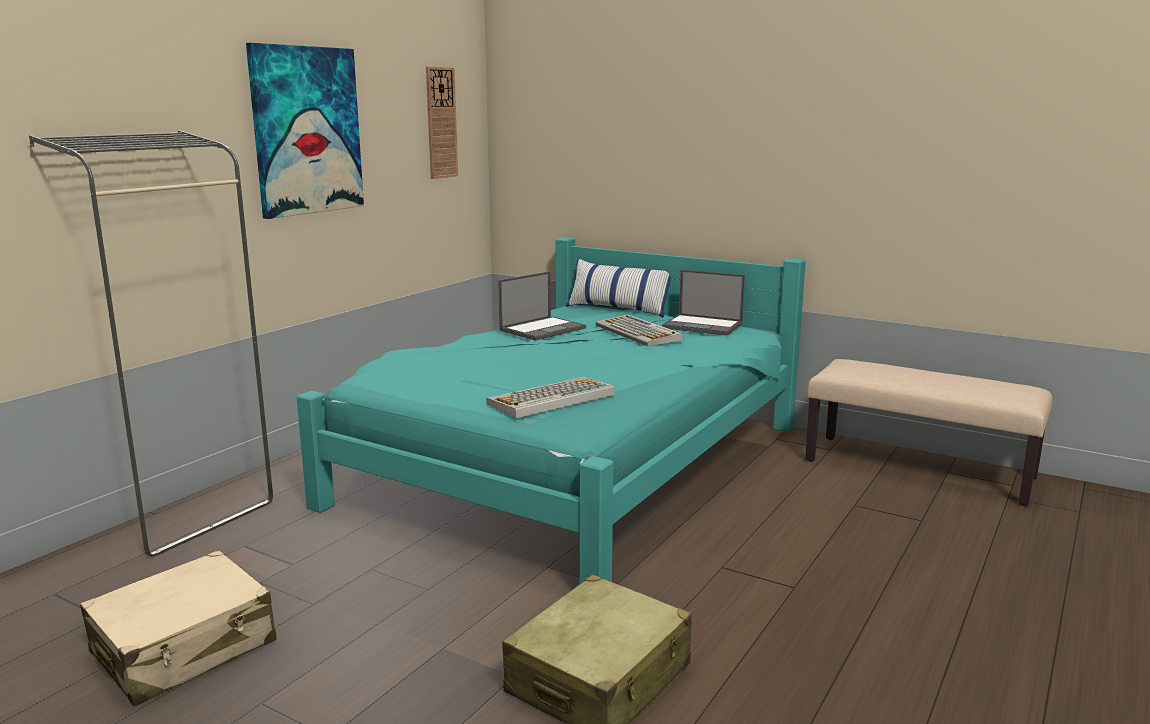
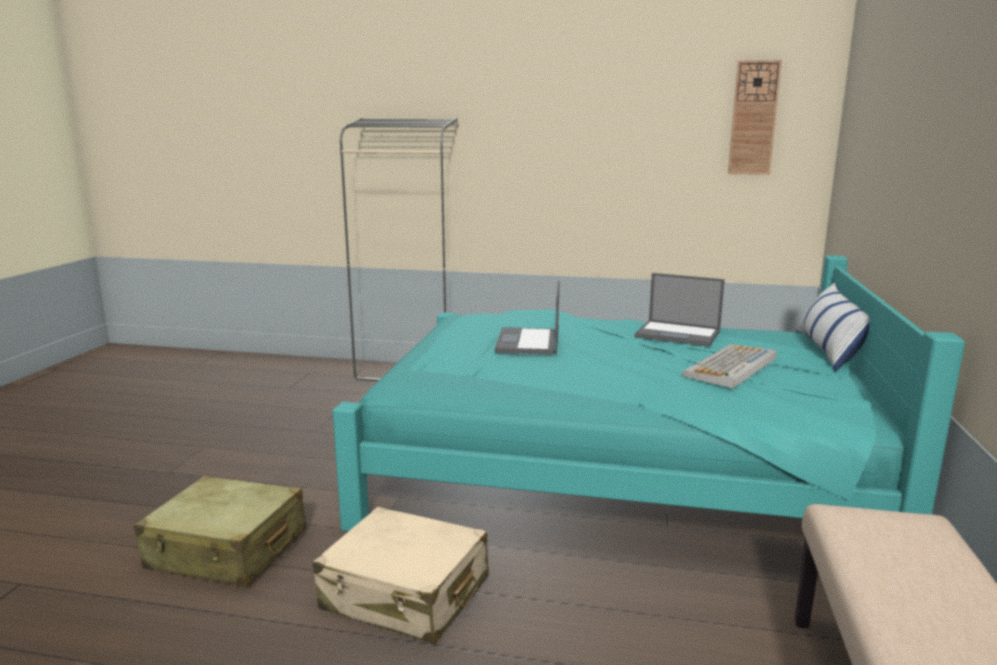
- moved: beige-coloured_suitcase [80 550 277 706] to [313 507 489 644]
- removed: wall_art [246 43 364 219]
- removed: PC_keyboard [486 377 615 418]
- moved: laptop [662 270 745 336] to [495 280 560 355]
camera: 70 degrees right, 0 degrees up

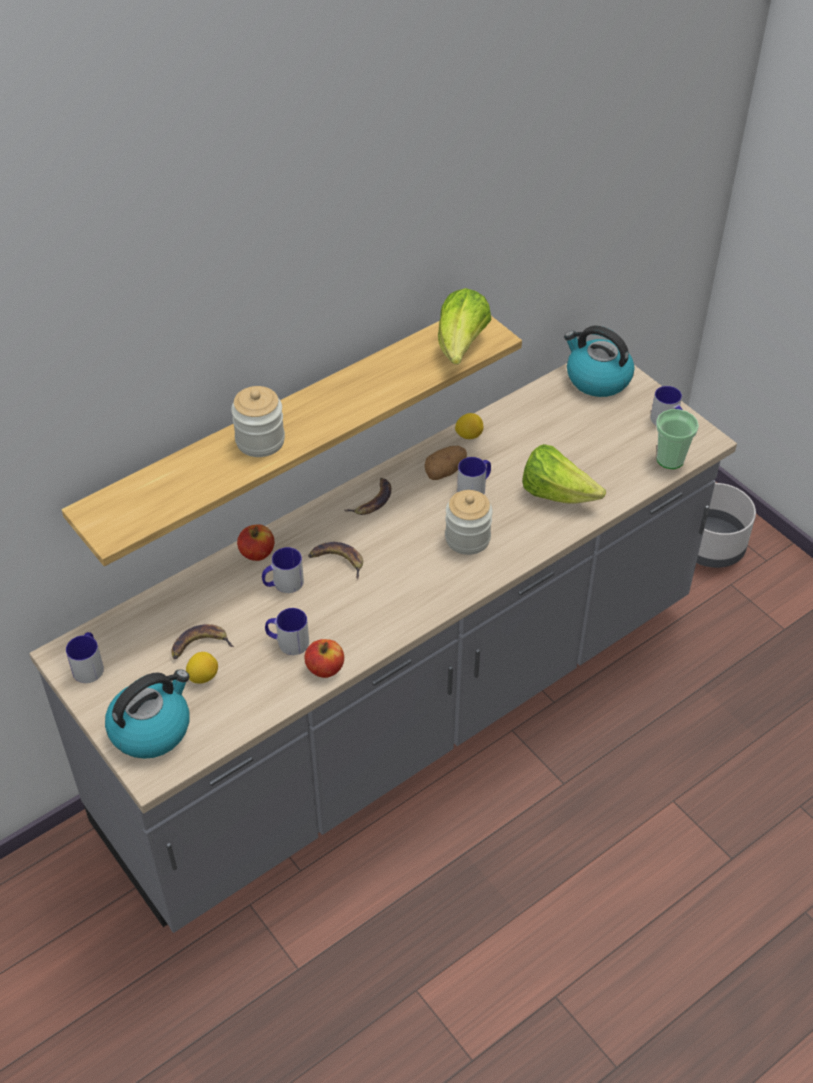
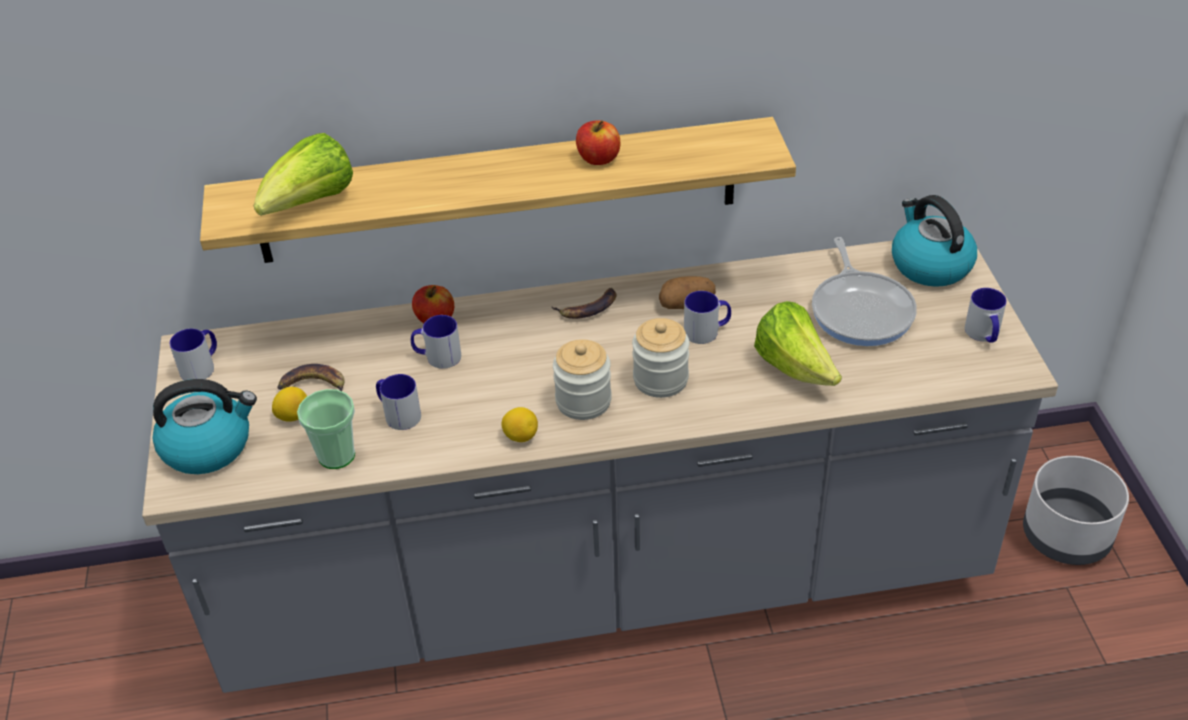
- moved: preserve_jar [231 386 285 457] to [553 339 612 420]
- moved: apple_fruit [305 639 344 678] to [576 120 621 165]
- removed: banana [308 542 363 579]
- moved: lettuce_head [438 288 491 364] to [254 133 353 216]
- moved: citrus_fruit [455 413 483 439] to [502 407 538 442]
- moved: drinking_cup [656 409 699 469] to [297 389 355 469]
- added: pan [812 237 917 346]
camera: 30 degrees right, 5 degrees down

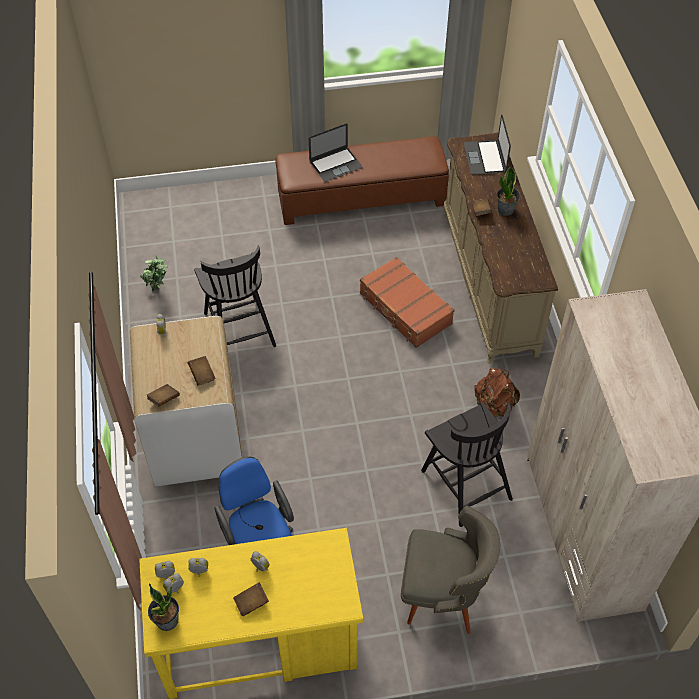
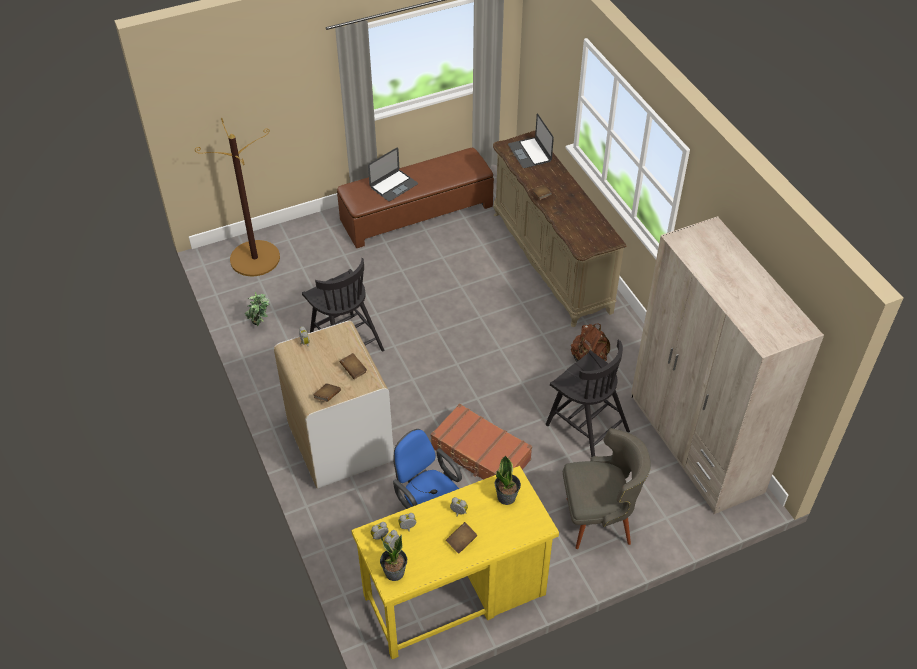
- moved: brown_suitcase [360 257 454 348] to [431 403 532 480]
- moved: potted_plant [497 166 520 216] to [495 456 521 505]
- added: brown_garment_stand [195 118 280 276]
camera: 15 degrees left, 5 degrees down

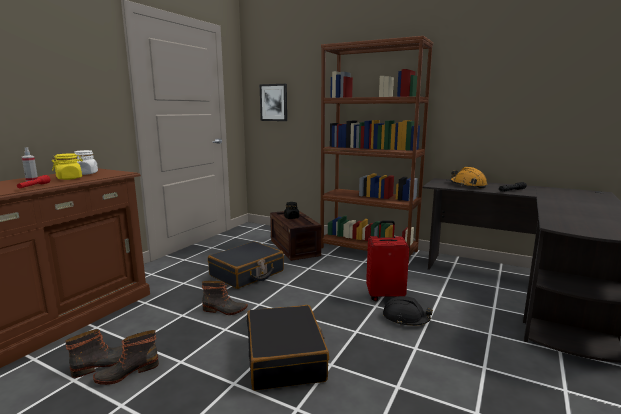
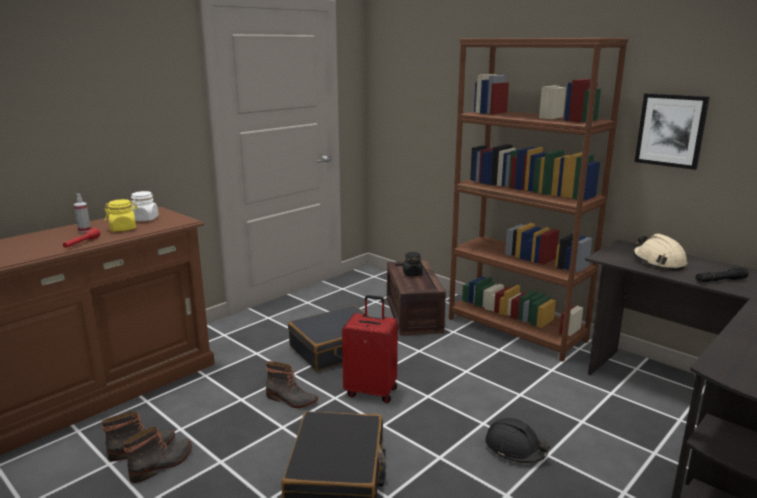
- turned: high-top_boot [93 330 159 385] = [123 427 192 483] 150 degrees clockwise
- moved: wall_art [260 84 287 121] to [635 93 710 170]
- moved: red-coloured_suitcase [366 221 409 301] to [342 295 398 403]
- recoloured: orangey_safety_helmet [450 167 488 189] to beige-coloured_safety_helmet [633 234 687 271]
camera: 15 degrees right, 5 degrees up

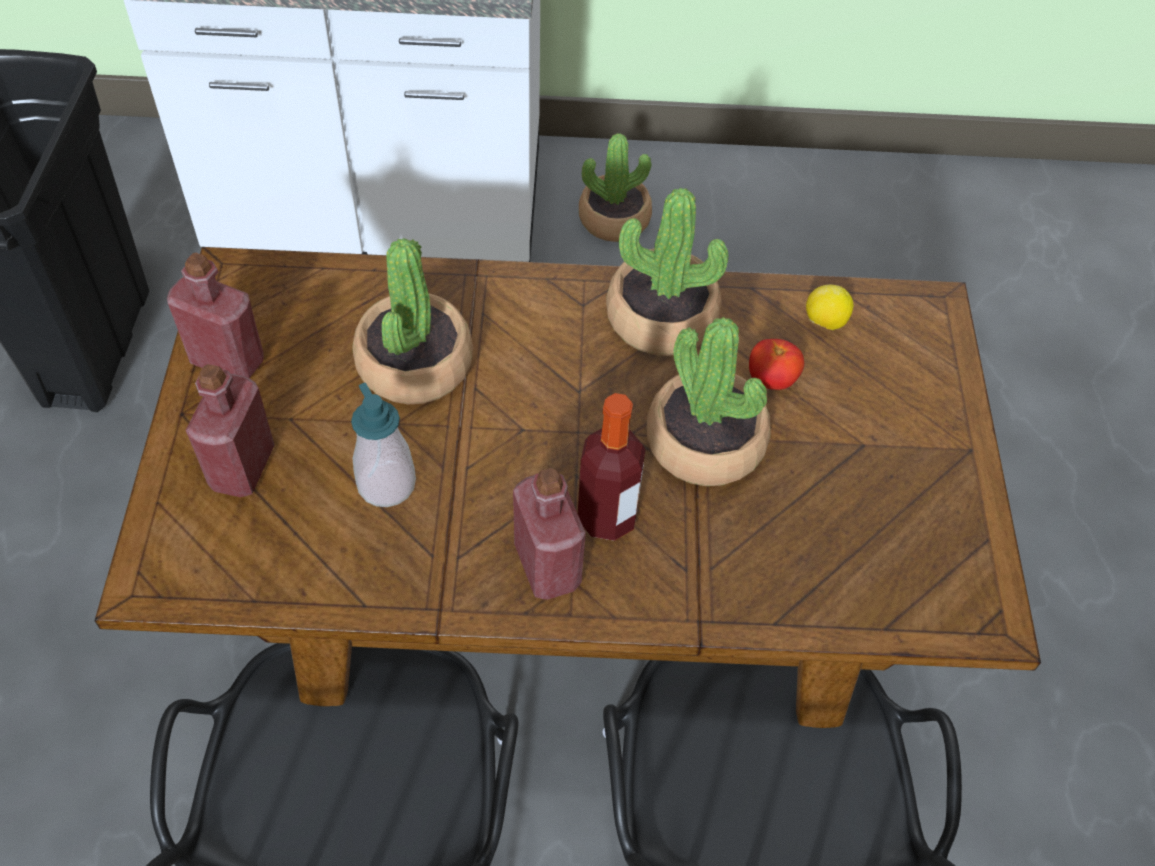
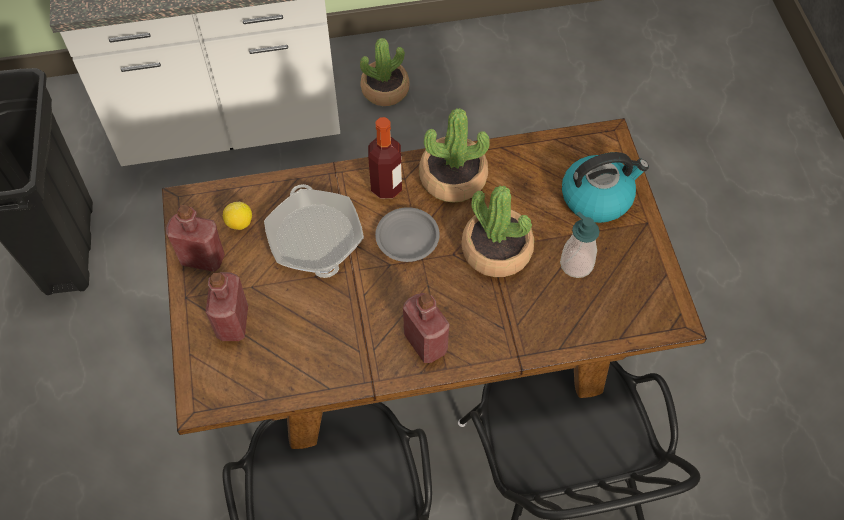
- moved: liquid_soap_bottle [351 383 416 507] to [560 212 600 278]
- replaced: potted_plant [352 238 473 404] to pan [264 184 364 278]
- moved: bottle [578 393 645 541] to [368 117 402 199]
- removed: fresh_tomato [749 339 804 390]
- moved: citrus_fruit [806 285 853 330] to [223 202 252 230]
- added: greyish_dinner_plate [375 207 440 262]
- added: tea_kettle [562 152 649 223]
camera: 10 degrees left, 5 degrees up

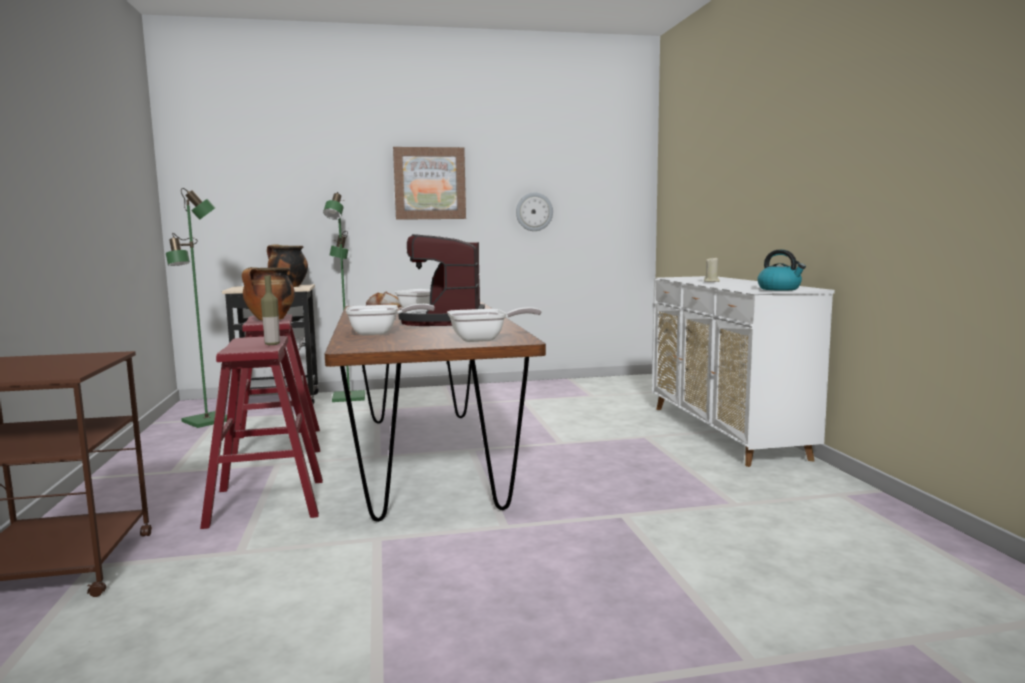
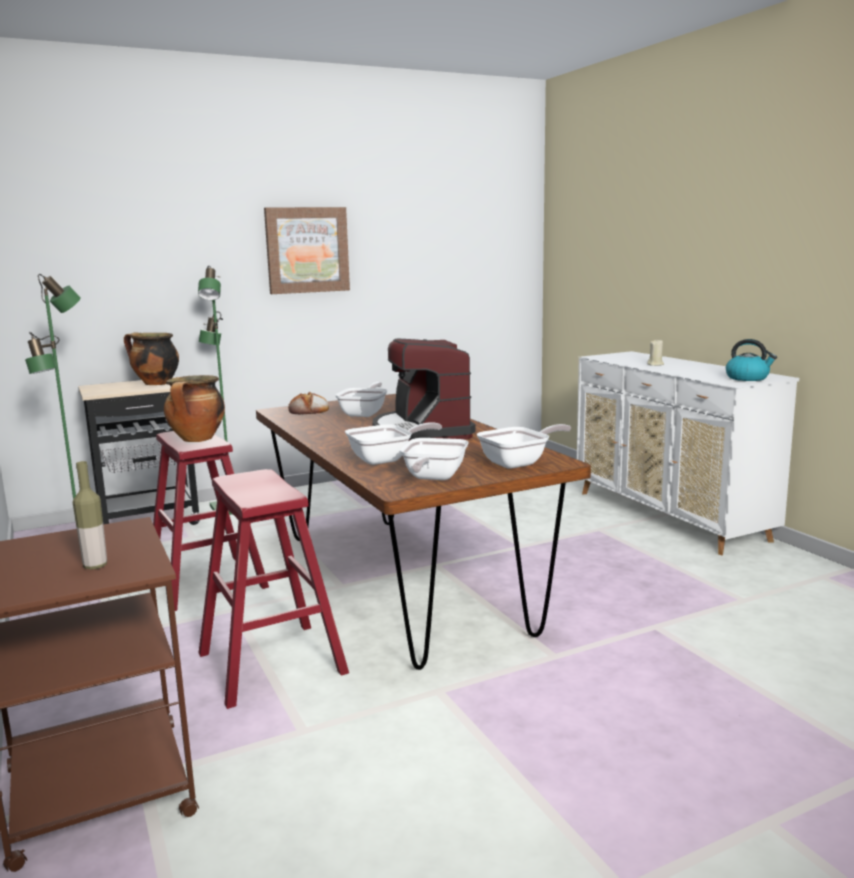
- moved: bottle [261 276 280 345] to [73 461 107 569]
- removed: clock_on_the_wall [516 193 553 231]
- added: pan [400 438 469 480]
camera: 15 degrees left, 5 degrees up

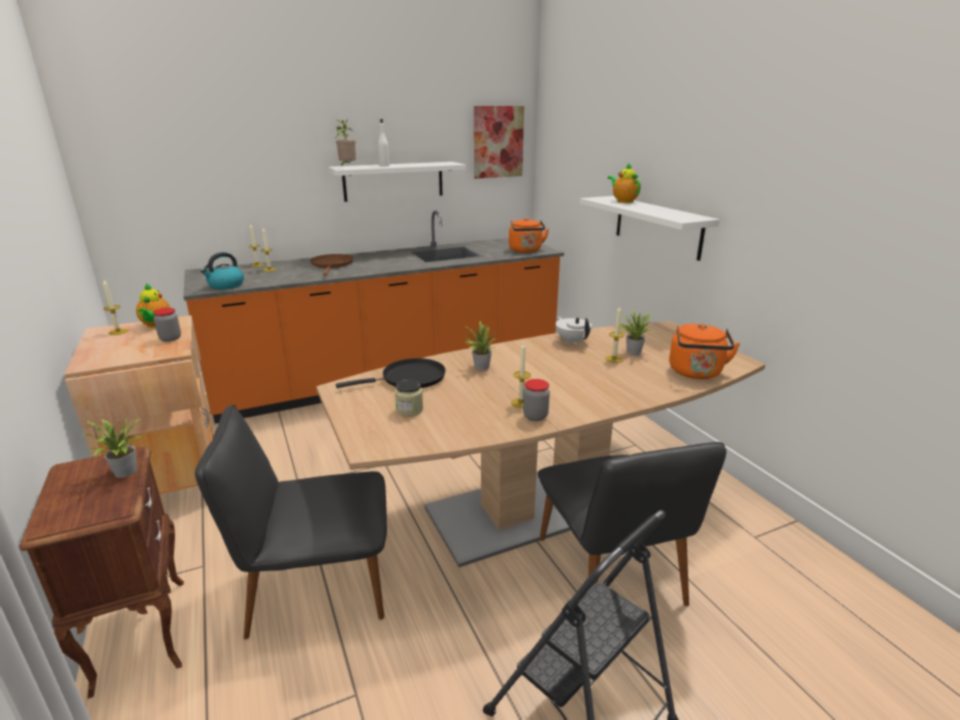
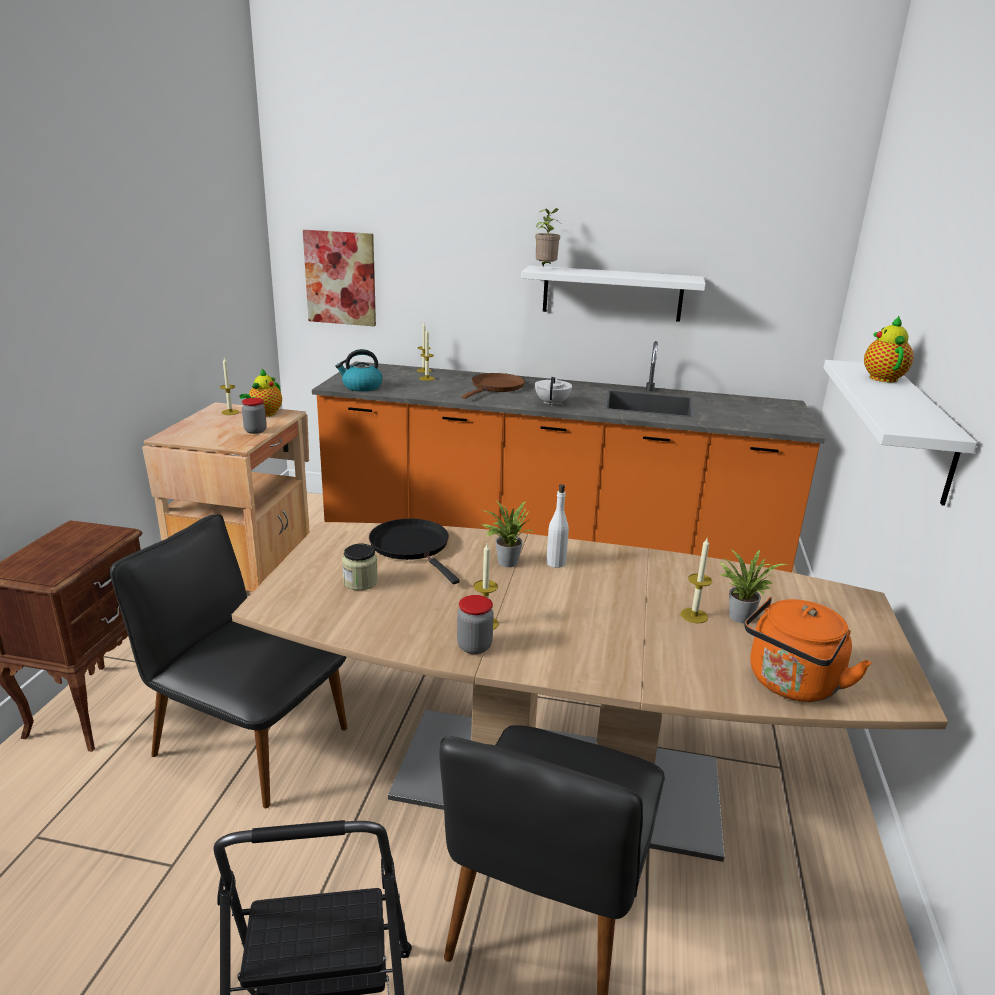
- removed: potted_plant [77 417 143 478]
- turned: blackish_pan [336 358 446 388] = [369 518 460 584] 135 degrees counterclockwise
- moved: white-coloured_bottle [378 119 389 166] to [546 484 569 568]
- moved: wall_art [474 106 524 179] to [303 230 376 326]
- removed: orangey_tea_kettle [509 218 549 253]
- moved: white-coloured_pot_for_tea [556 316 592 345] to [535 377 572 406]
camera: 35 degrees right, 0 degrees up

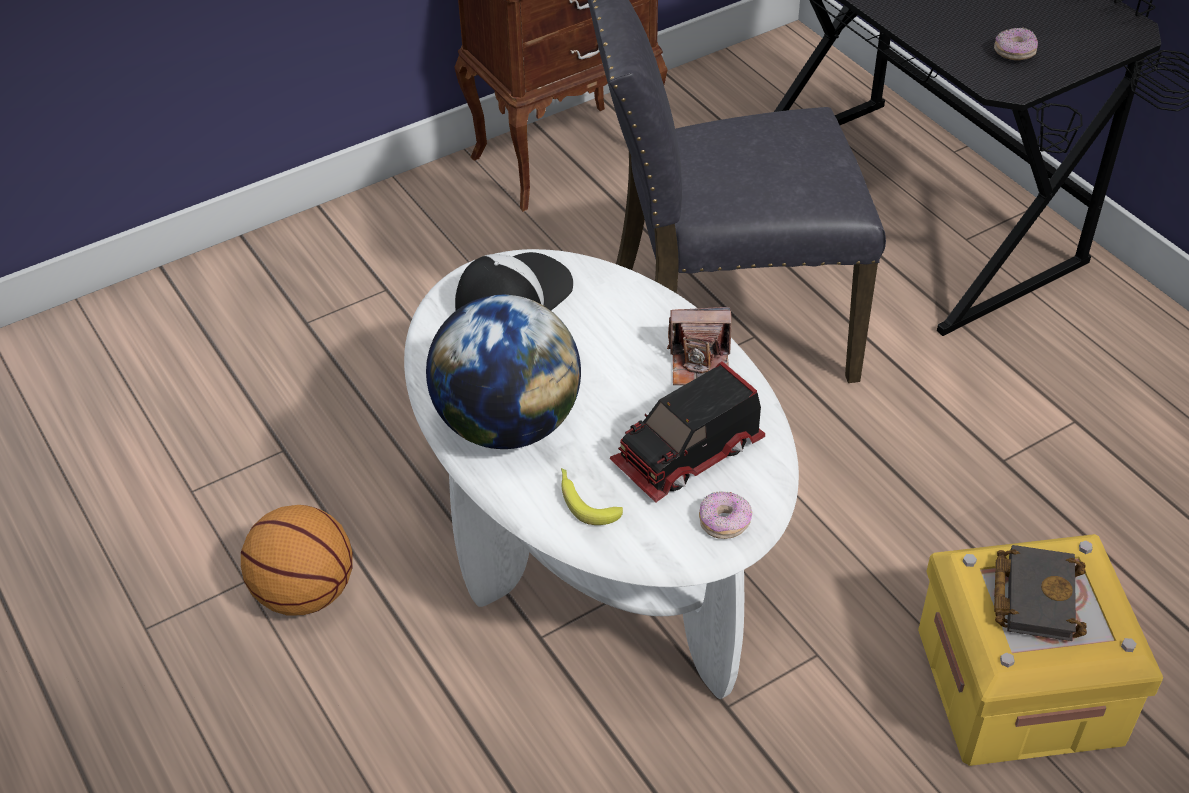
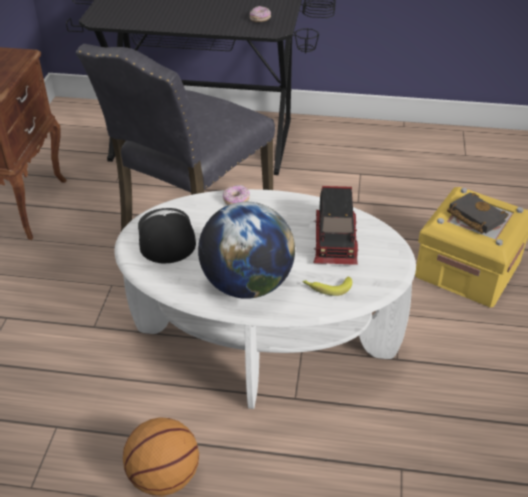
- removed: photo_camera [667 307 731 385]
- moved: ring_doughnut [699 491 752 539] to [223 185 250 205]
camera: 50 degrees left, 5 degrees down

